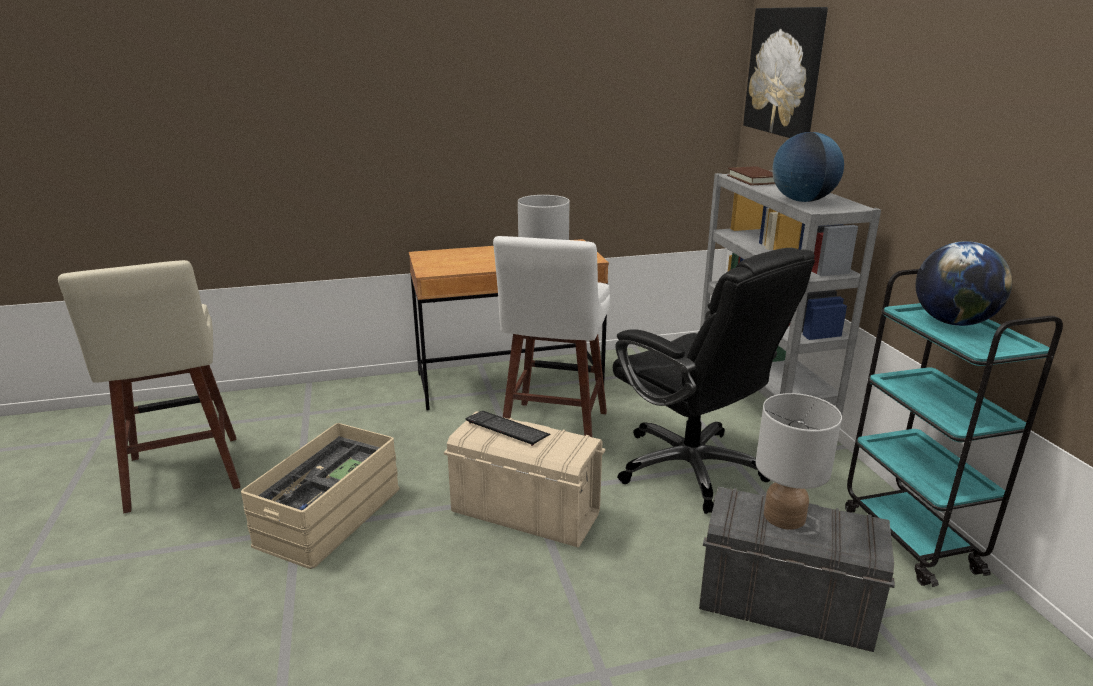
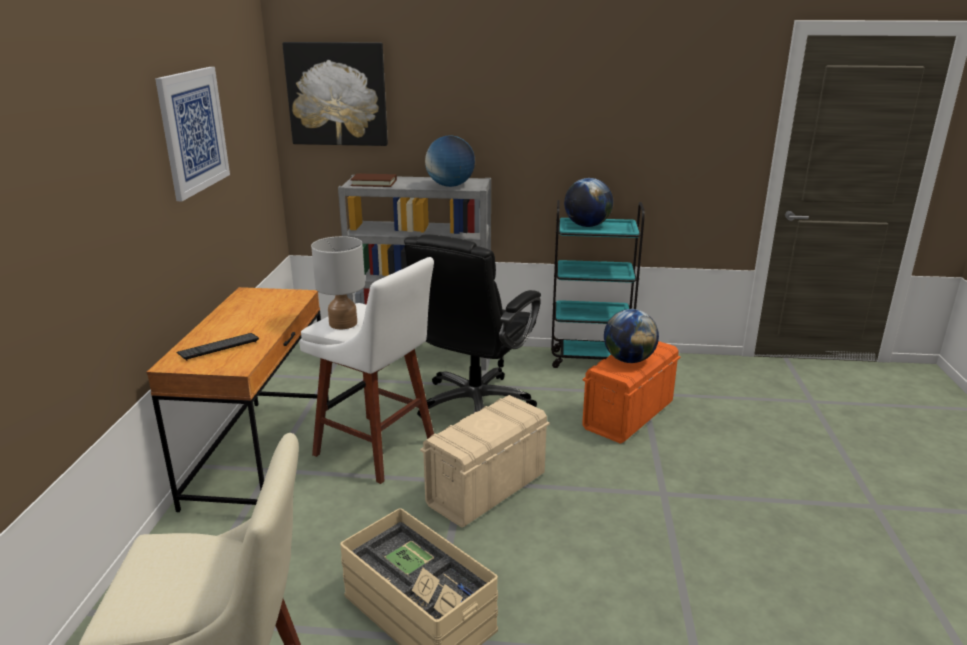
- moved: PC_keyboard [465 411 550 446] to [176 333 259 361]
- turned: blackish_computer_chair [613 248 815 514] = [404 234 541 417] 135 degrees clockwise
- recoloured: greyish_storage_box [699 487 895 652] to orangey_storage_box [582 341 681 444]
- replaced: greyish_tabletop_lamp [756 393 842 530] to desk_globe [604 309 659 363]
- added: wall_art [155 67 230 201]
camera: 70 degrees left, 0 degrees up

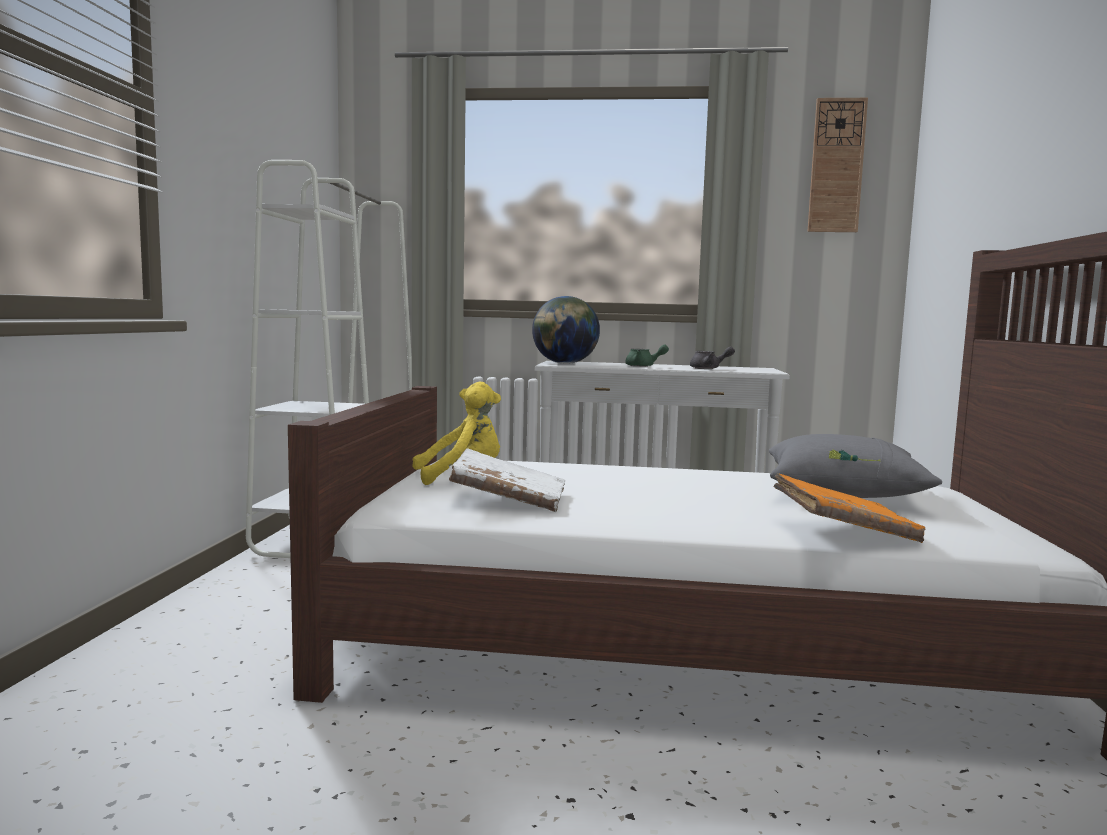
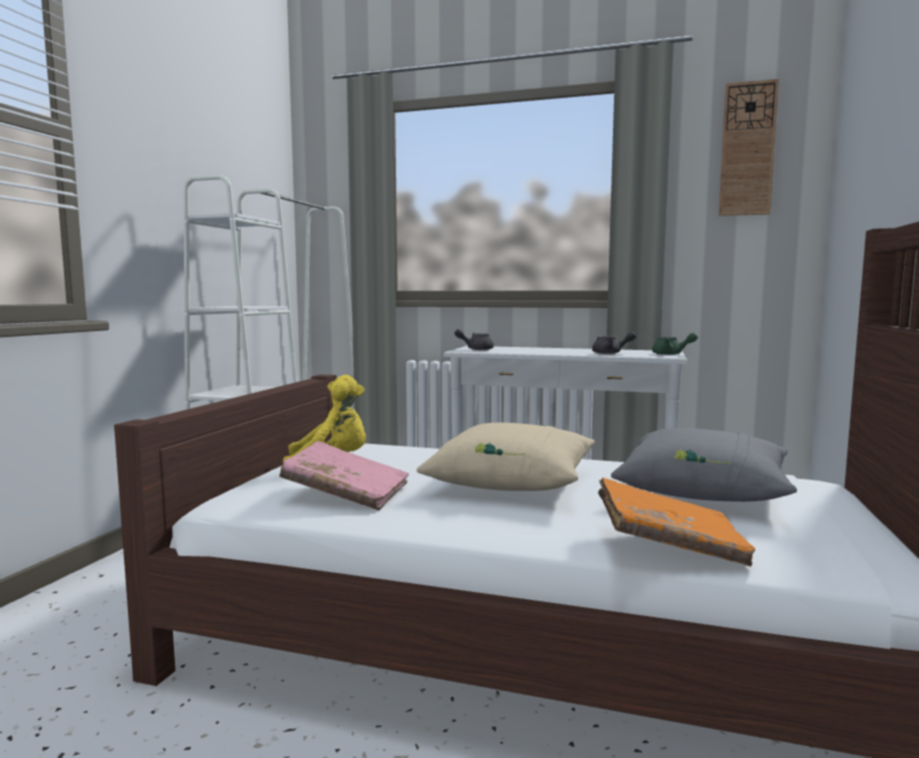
- recoloured: white-coloured_book [449 448 565 512] to pink-coloured_book [279 441 409 511]
- replaced: desk_globe [532 296 600 364] to greyish_pot_for_tea [454 329 494 350]
- moved: green-coloured_pot_for_tea [625 345 669 367] to [652 333 698 355]
- added: beige-coloured_throw_pillow [417 423 595 491]
camera: 10 degrees right, 0 degrees up

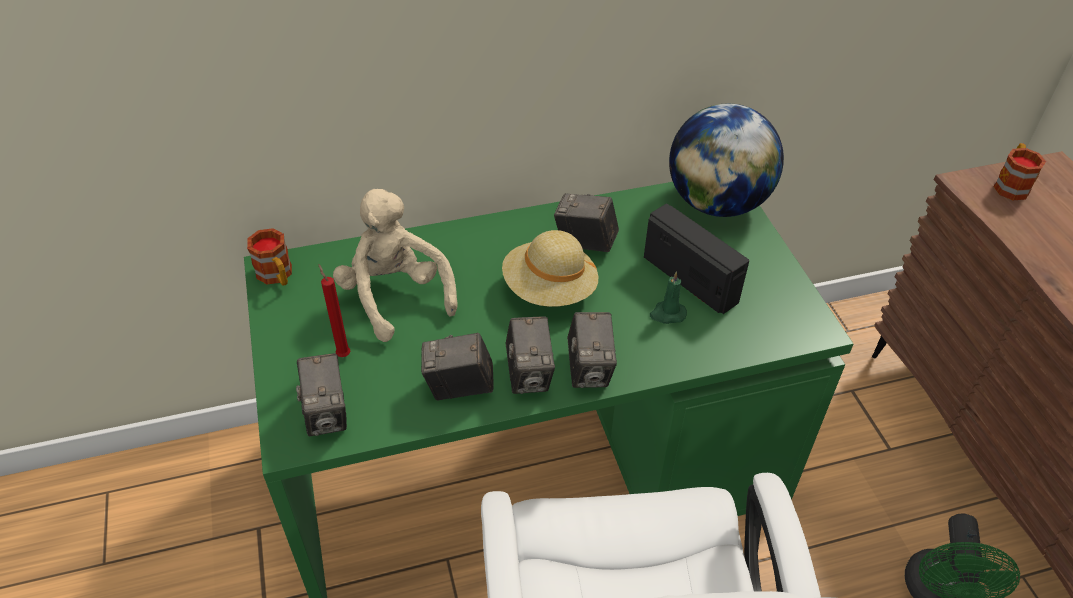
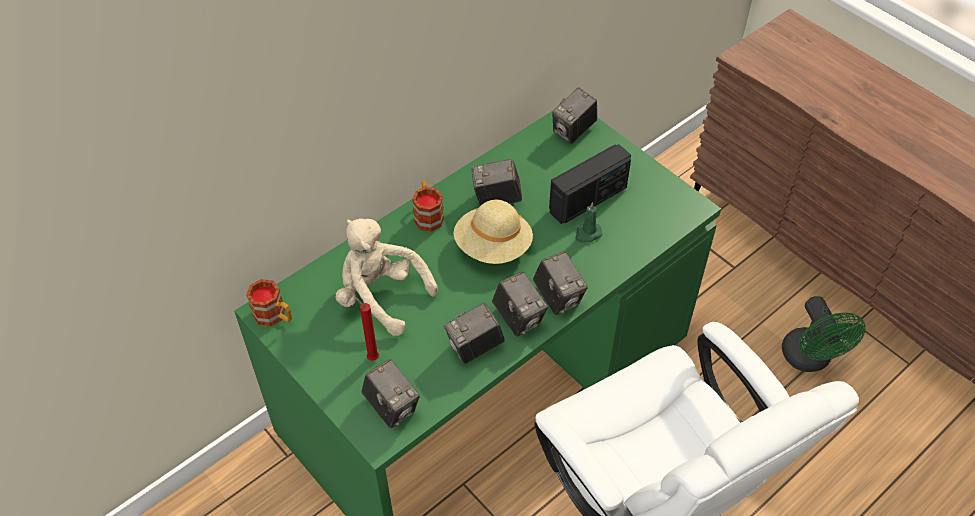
- turned: radio [644 204 749 314] = [549 144 631 224] 120 degrees clockwise
- replaced: desk_globe [669 103 784 217] to photo_camera [552 87 597 144]
- moved: mug [993 143 1046 200] to [412 180 444 232]
camera: 25 degrees left, 5 degrees up

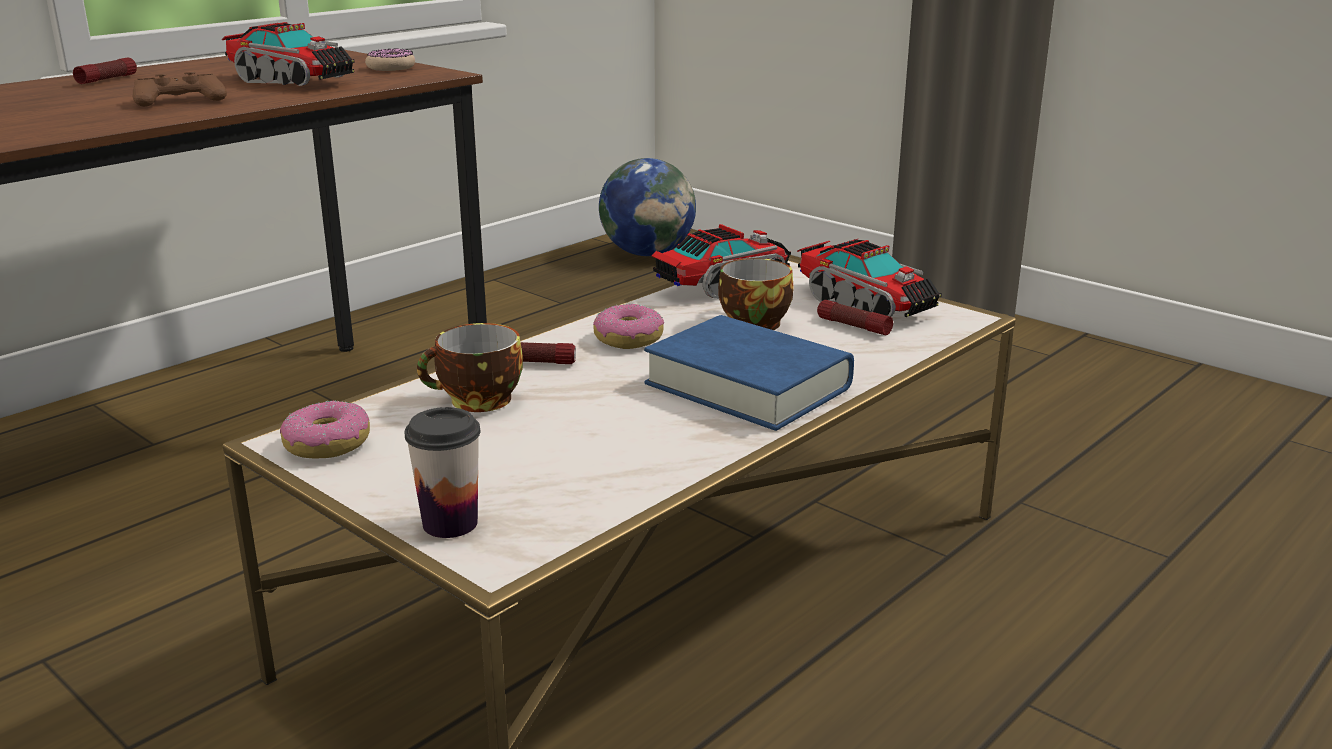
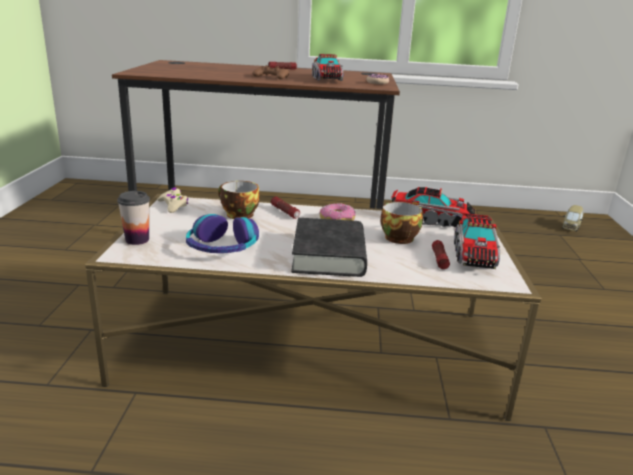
- replaced: ring_doughnut [280 400 370 458] to beige-coloured_joypad [157 187 188 213]
- replaced: desk_globe [599 158 696 256] to model_car [562 205 583 231]
- recoloured: blue_book [644 315 854 431] to blackish_book [291 218 367 277]
- added: pair_of_headphones [186 214 259 253]
camera: 50 degrees right, 0 degrees up

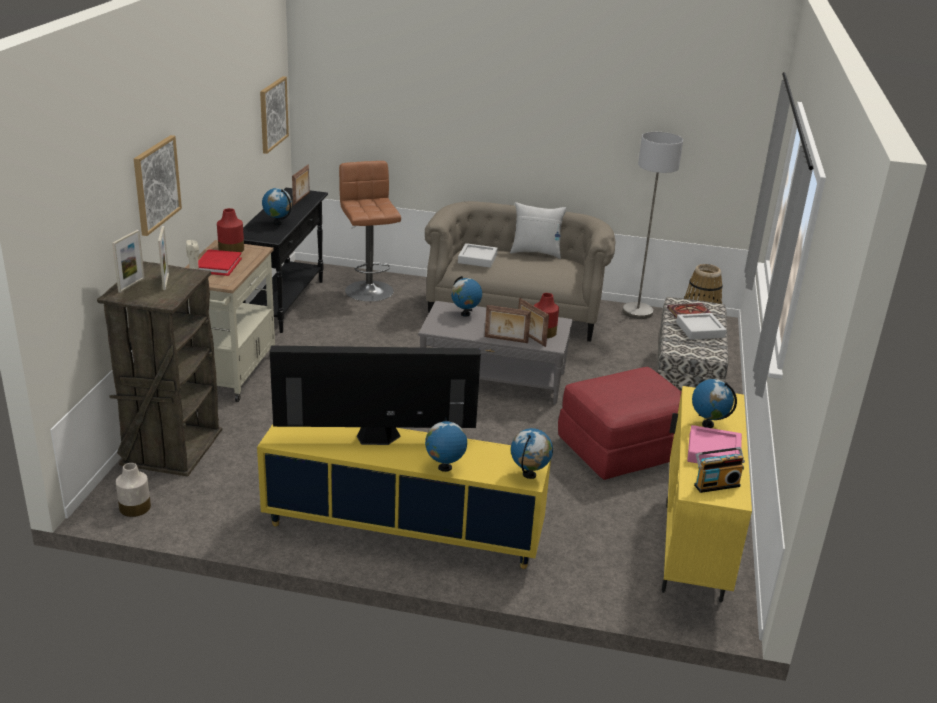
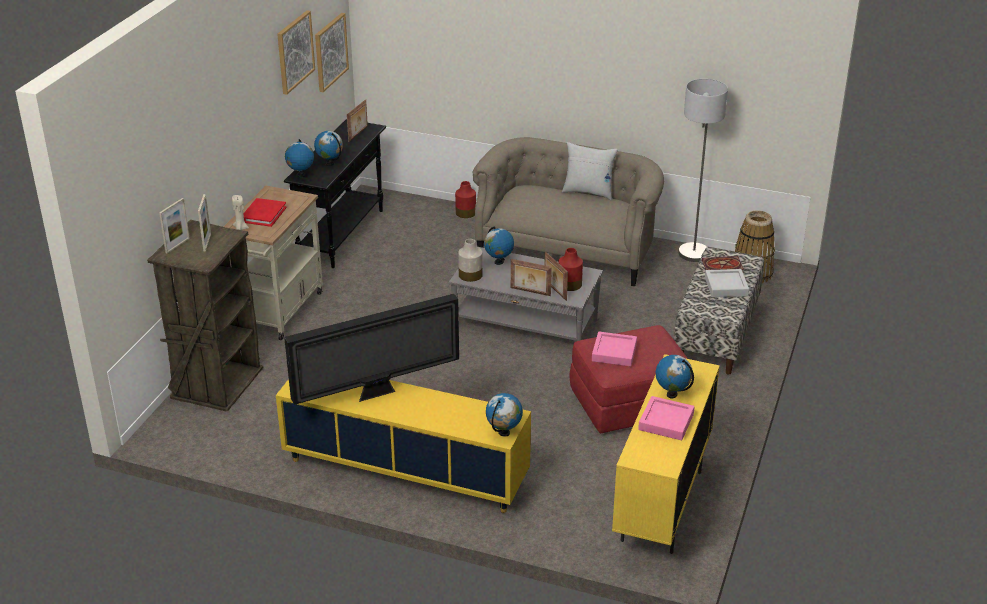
- moved: beige-coloured_flower_vase [116 463 151 517] to [458 239 483 282]
- moved: wall_art [134 135 182 236] to [277 10 315 95]
- moved: red-coloured_flower_vase [217 208 244 252] to [455 181 476 218]
- turned: TV [270 346 481 445] = [284 294 459 405] 150 degrees clockwise
- removed: brown_stool [339 161 401 302]
- moved: desk_globe [425 418 467 472] to [285 139 314 177]
- removed: greyish_serving_tray [458 243 498 268]
- removed: radio [694 447 745 493]
- added: pink-coloured_serving_tray [592 332 637 366]
camera: 10 degrees right, 5 degrees up

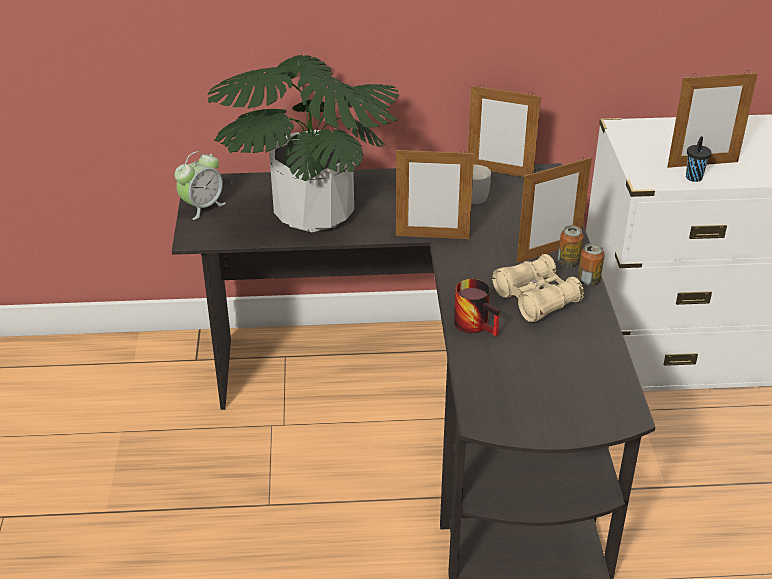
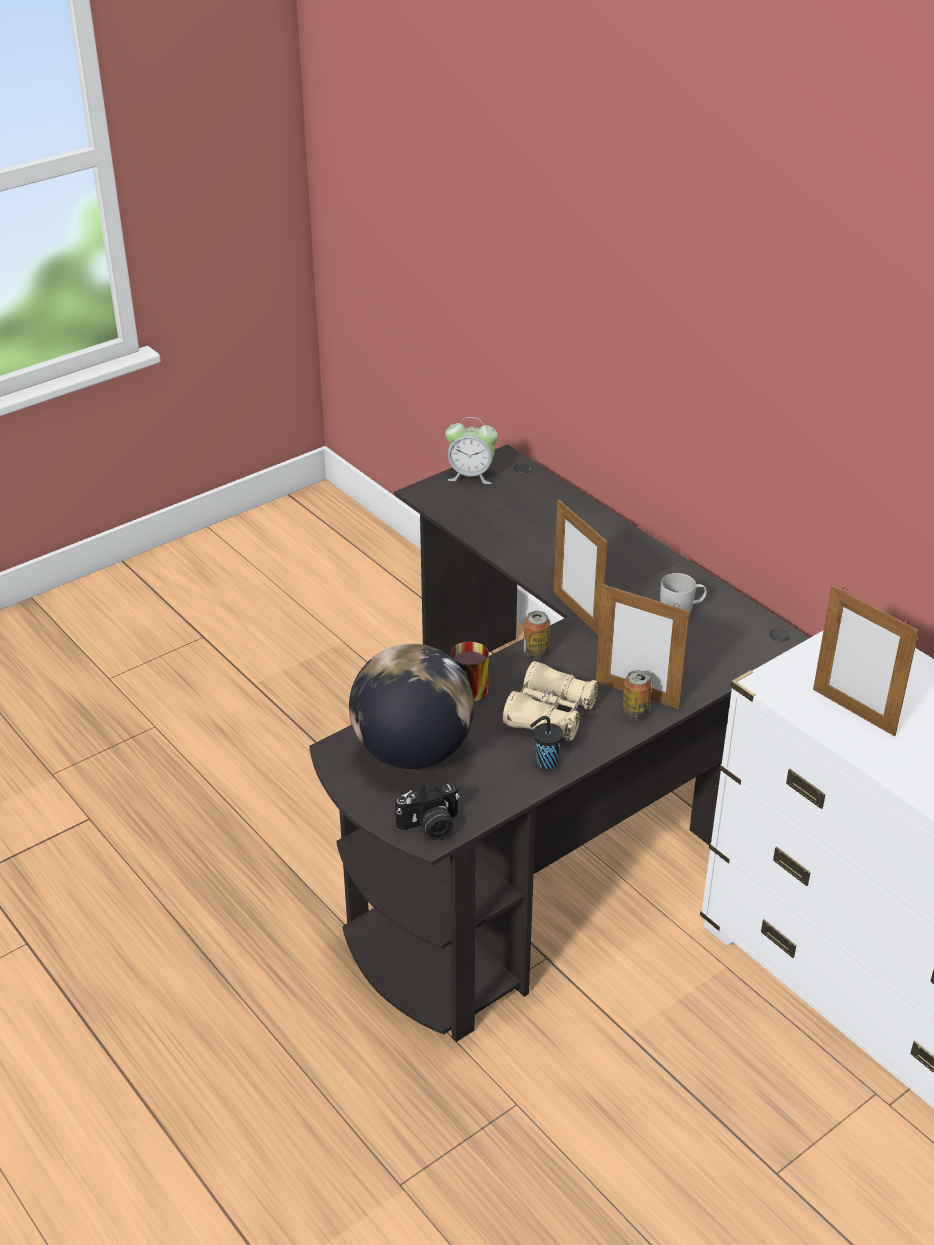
- removed: potted_plant [207 55 399 232]
- removed: picture_frame [468 84 541 177]
- moved: metal_can [578 243 605 286] to [523 611 550 658]
- moved: blackish_drinking_cup [686 136 712 182] to [530 716 563 769]
- added: desk_globe [349 644 474 769]
- added: photo_camera [395 783 459 840]
camera: 55 degrees right, 0 degrees up

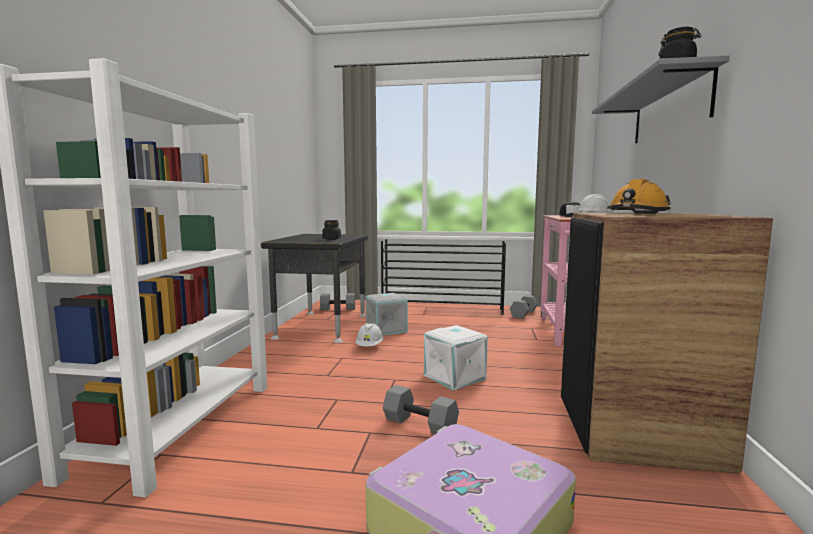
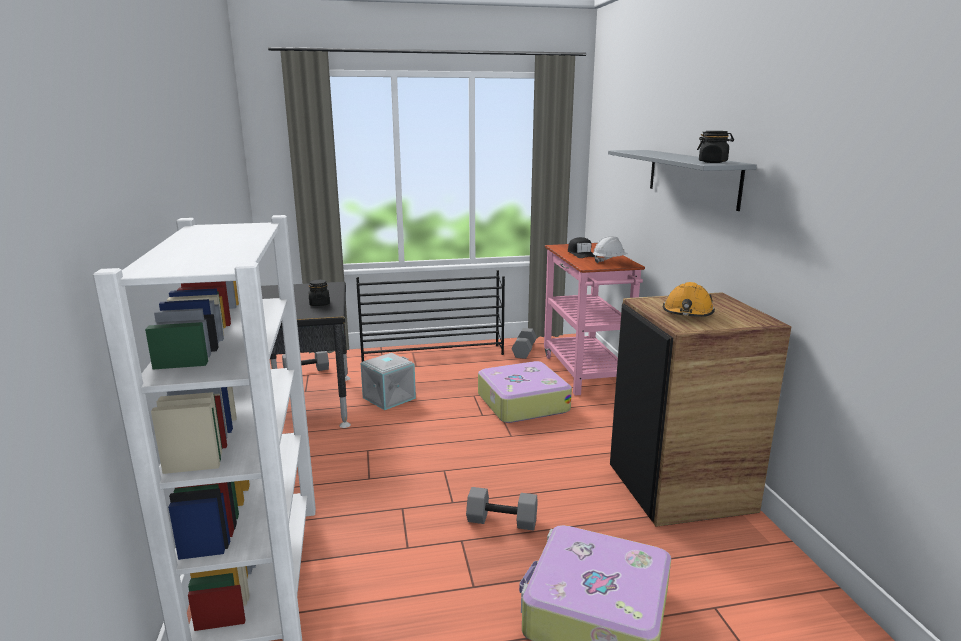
- removed: white-coloured_safety_helmet [356 323 384 346]
- removed: white-coloured_storage_box [424 325 488 391]
- added: suitcase [478 361 572 423]
camera: 20 degrees left, 10 degrees up

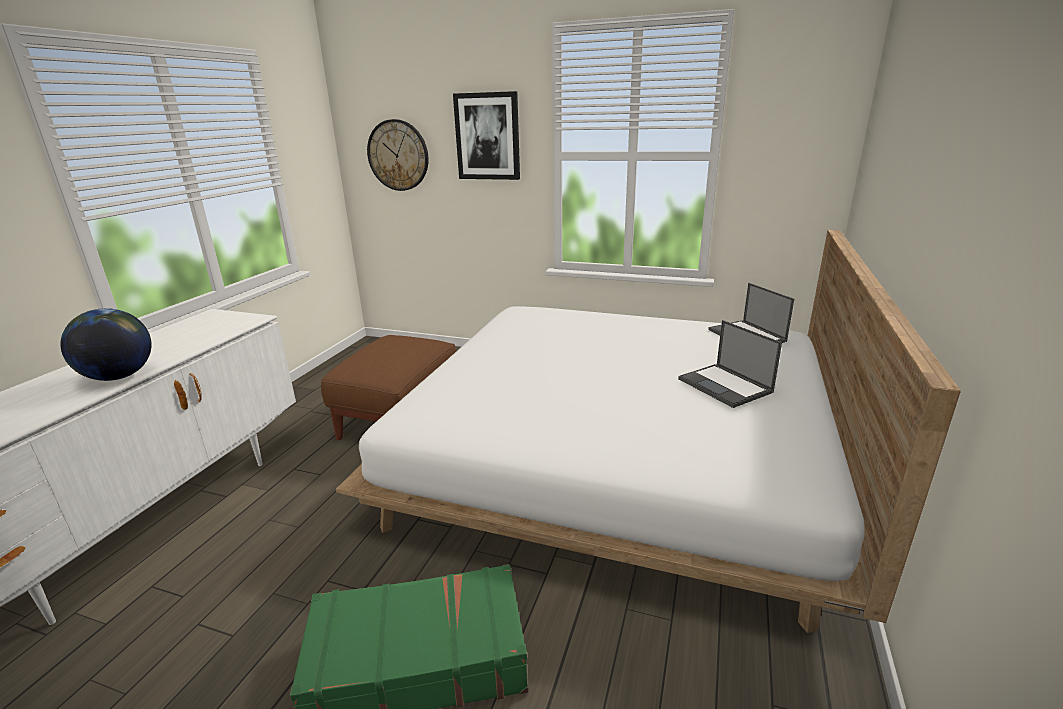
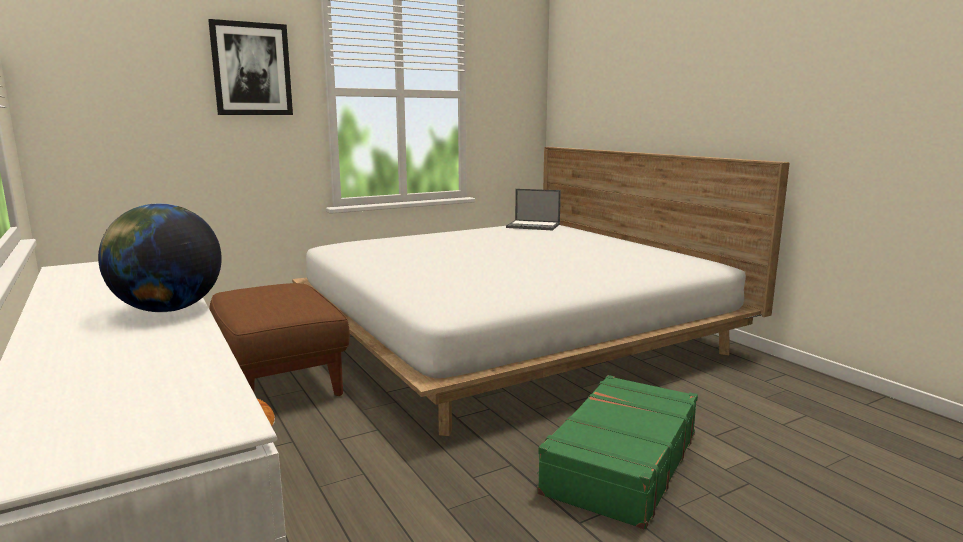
- removed: clock_on_the_wall [367 119 429 191]
- removed: laptop [678 320 782 408]
camera: 50 degrees left, 10 degrees down

